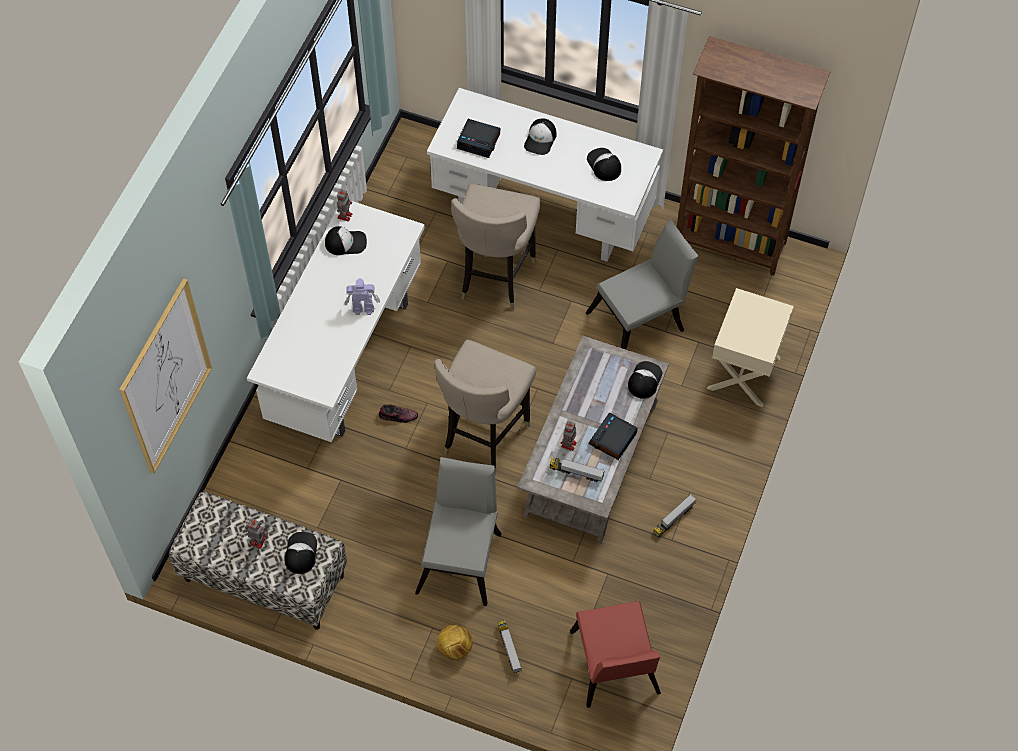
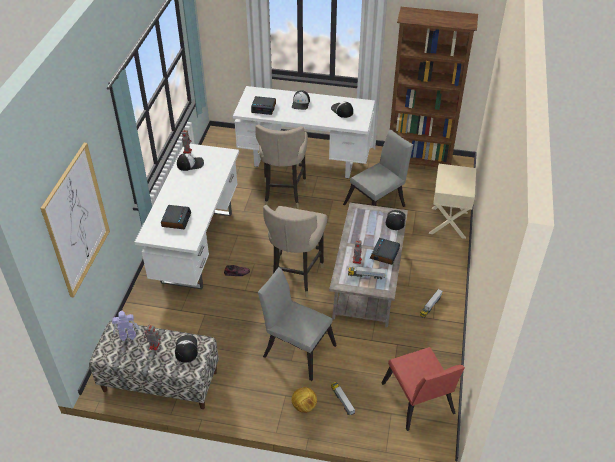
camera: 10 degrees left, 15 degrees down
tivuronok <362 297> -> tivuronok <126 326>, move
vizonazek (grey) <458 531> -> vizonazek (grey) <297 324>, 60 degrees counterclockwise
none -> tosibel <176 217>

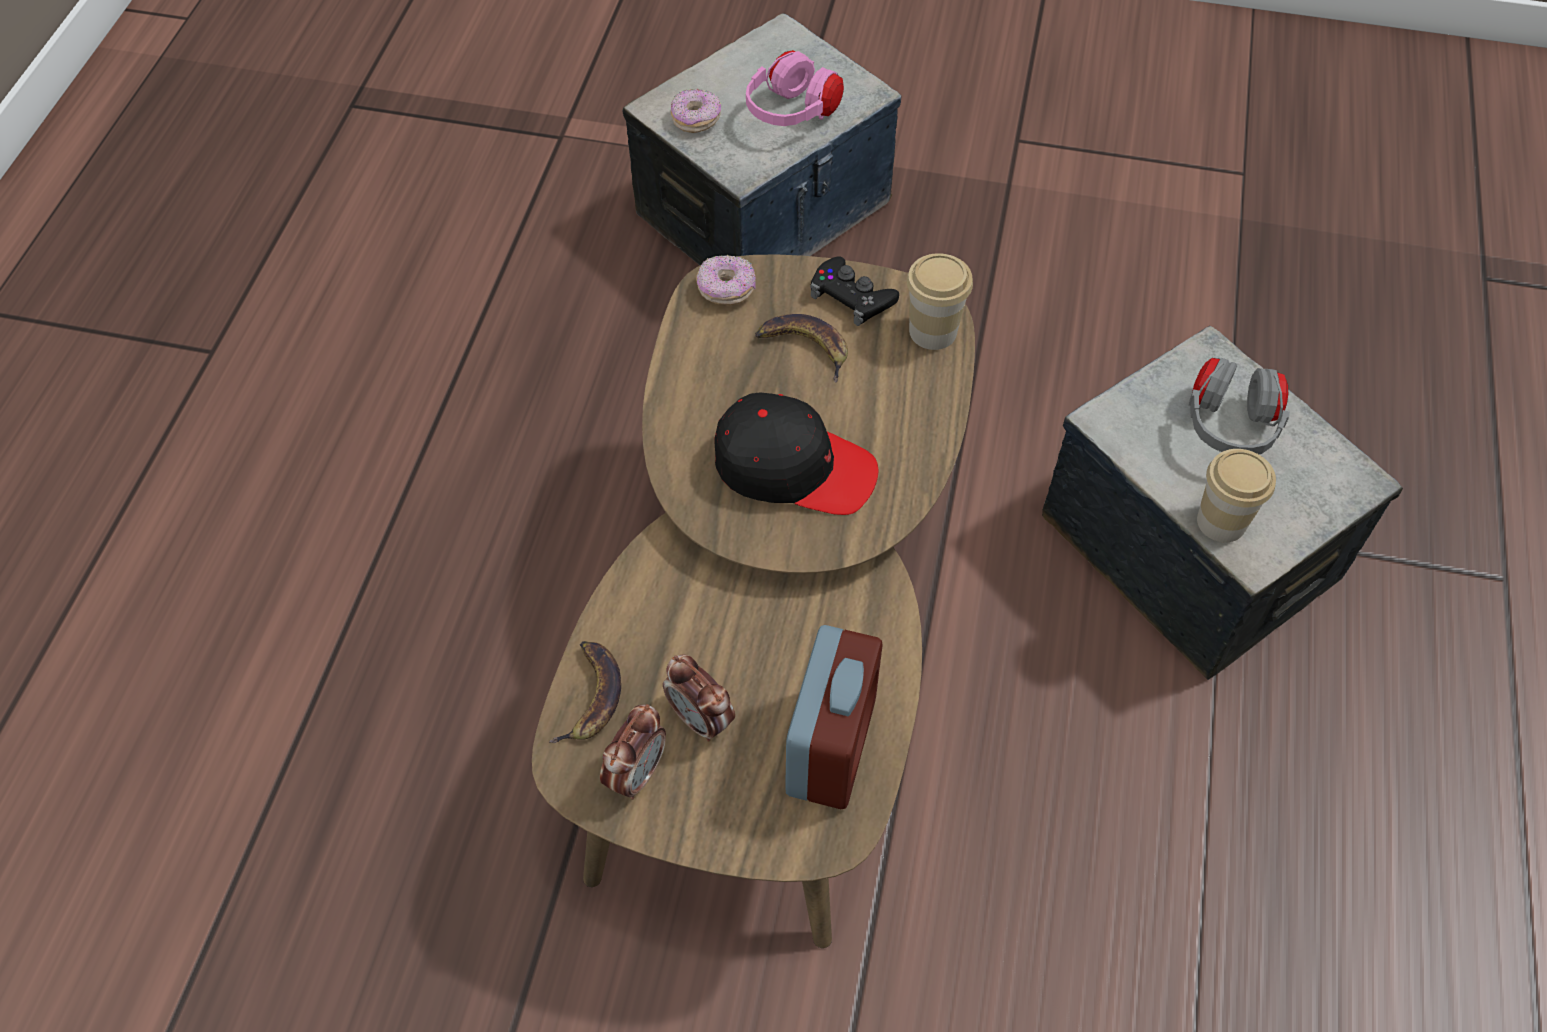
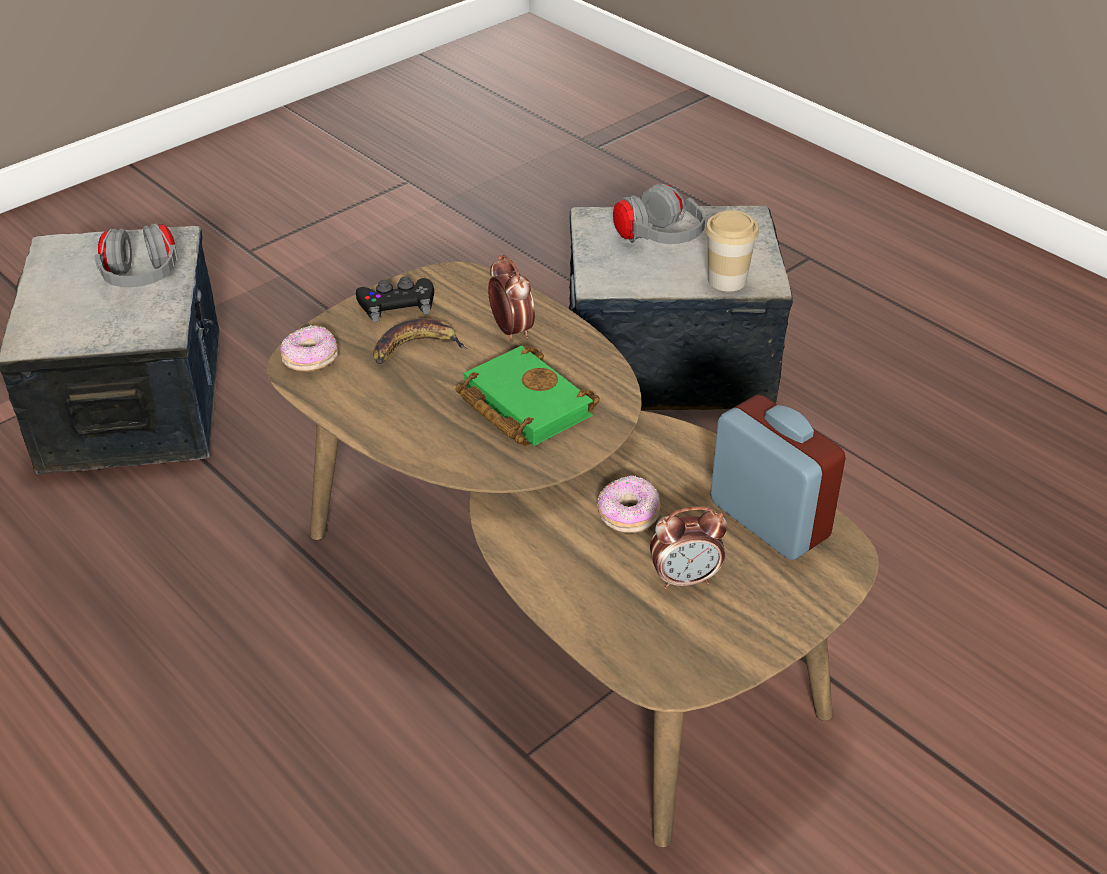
camera: 55 degrees left, 15 degrees down
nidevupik <585 692> -> none
tosibel <633 751> -> tosibel <511 298>, move
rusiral <696 111> -> rusiral <629 504>, move
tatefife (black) <796 454> -> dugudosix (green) <527 396>
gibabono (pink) <795 88> -> gibabono (grey) <136 255>
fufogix <940 301> -> none

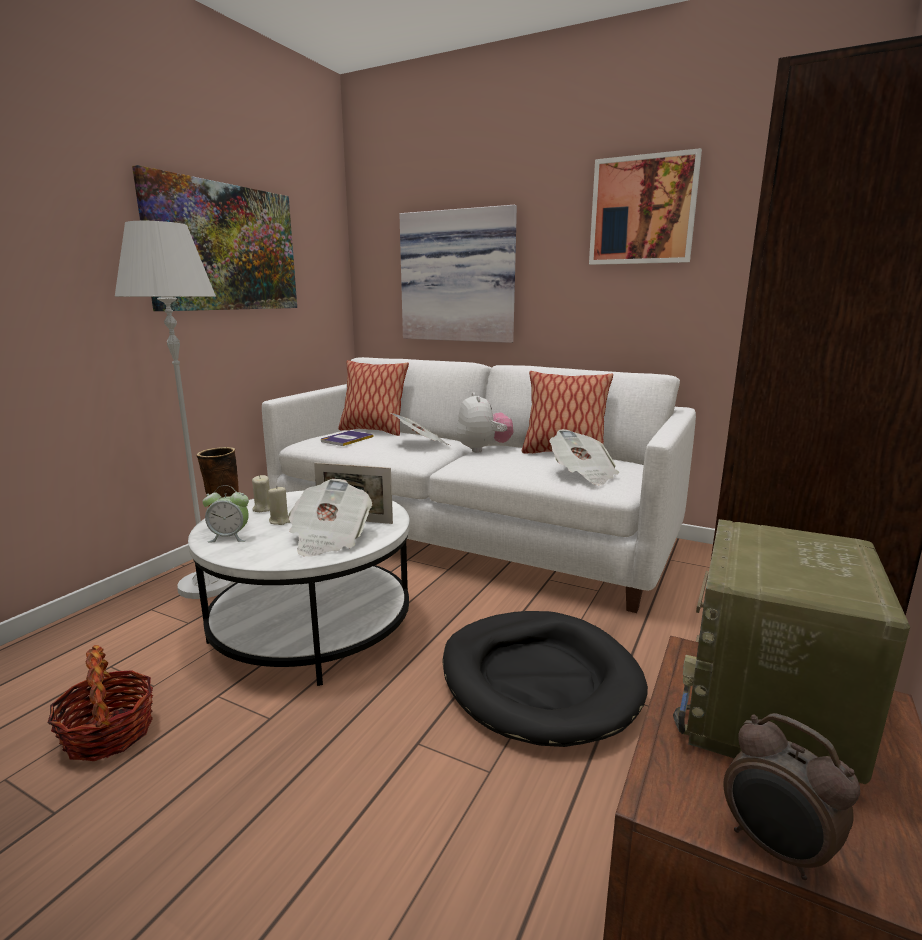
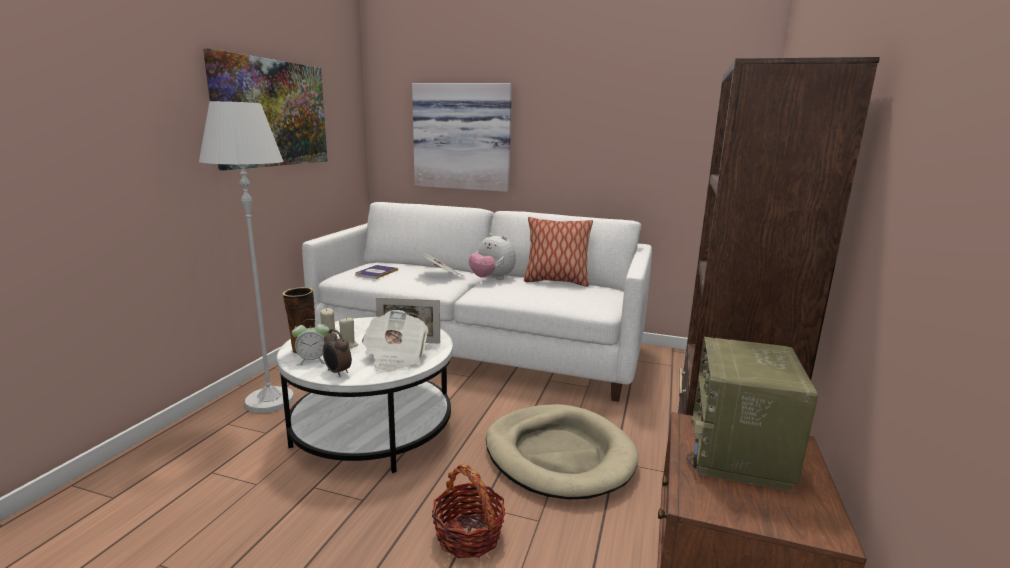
camera: 10 degrees left, 0 degrees up
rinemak <100 703> -> rinemak <469 511>, move
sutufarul <373 398> -> none
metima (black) <545 679> -> metima (beige) <562 451>
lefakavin <485 422> -> lefakavin <492 256>, 150 degrees clockwise
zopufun <584 457> -> none
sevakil <645 206> -> none
tosibel <792 796> -> tosibel <337 353>, move

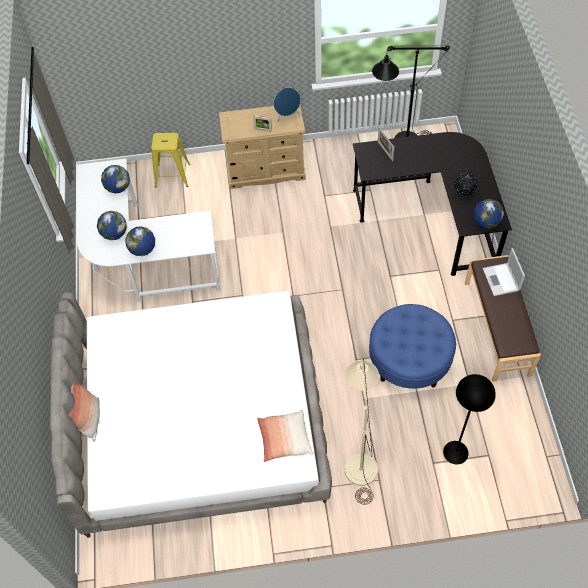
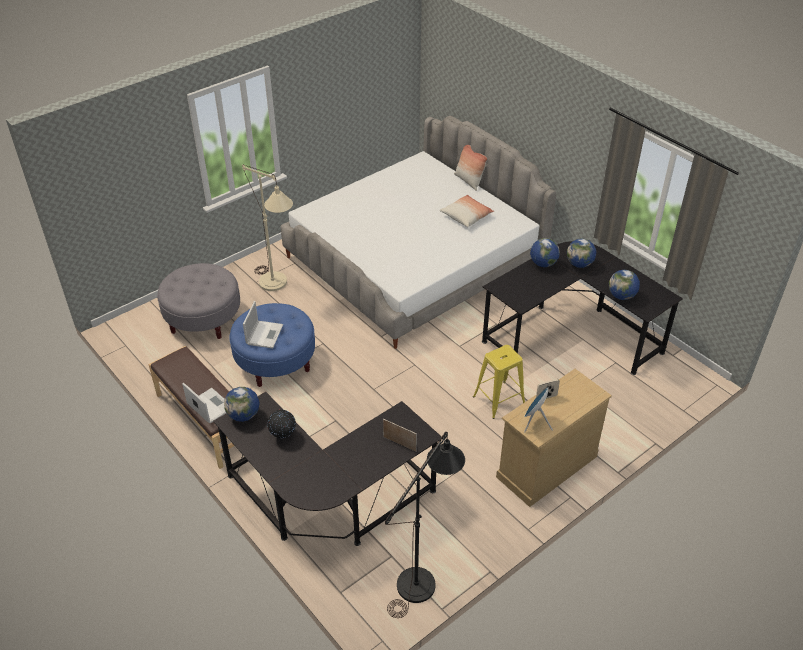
camera: 145 degrees right, 15 degrees down
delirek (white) <149 230> -> delirek (black) <582 308>
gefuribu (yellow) <170 160> -> gefuribu (yellow) <499 382>, move
sutufarul <285 436> -> sutufarul <467 211>, move
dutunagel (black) <469 419> -> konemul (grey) <198 301>
none -> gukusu <263 324>

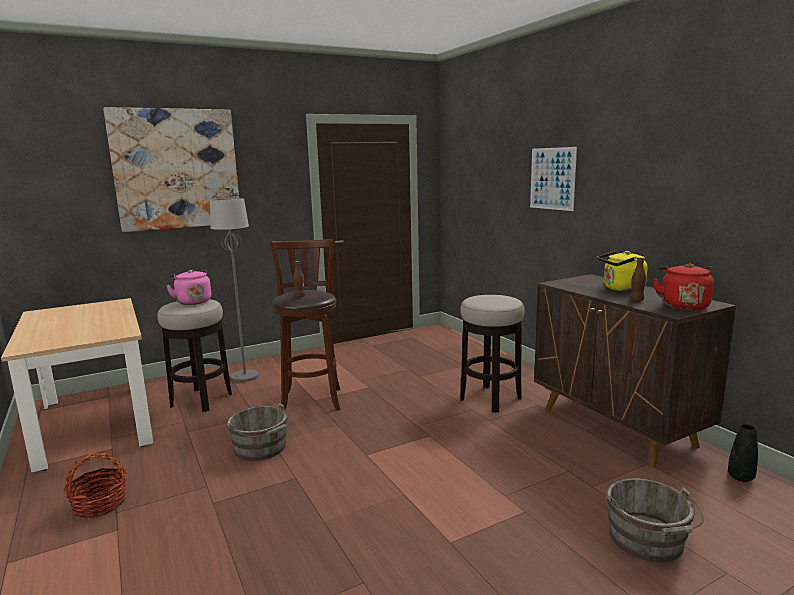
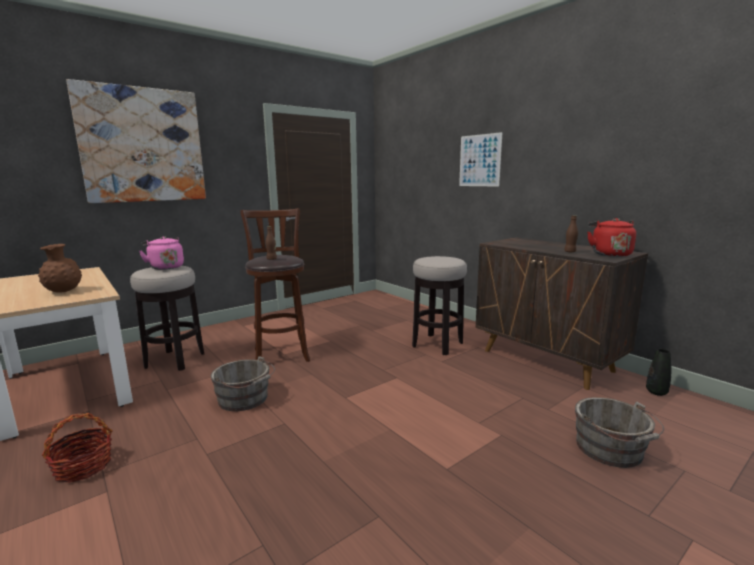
camera: 10 degrees left, 0 degrees up
dutunagel (grey) <234 290> -> none
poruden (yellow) <622 271> -> none
none -> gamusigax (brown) <60 268>

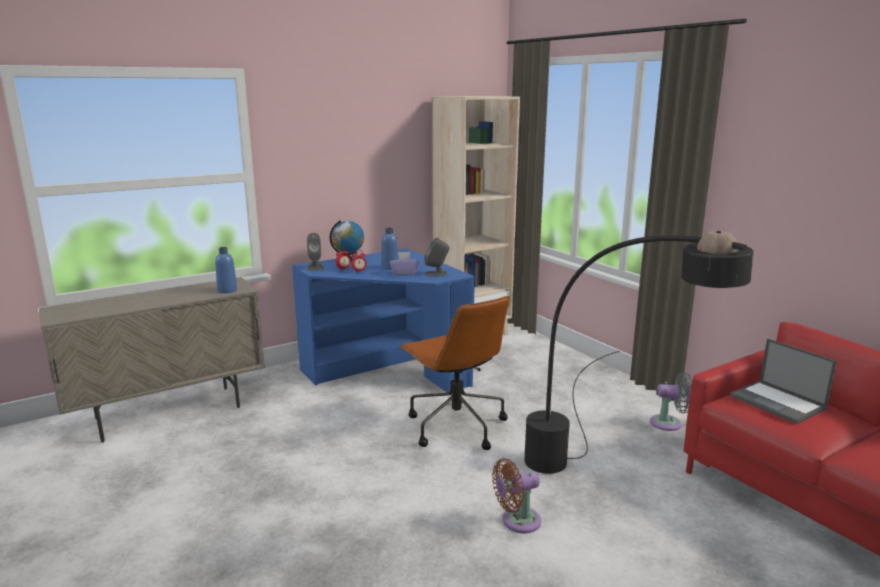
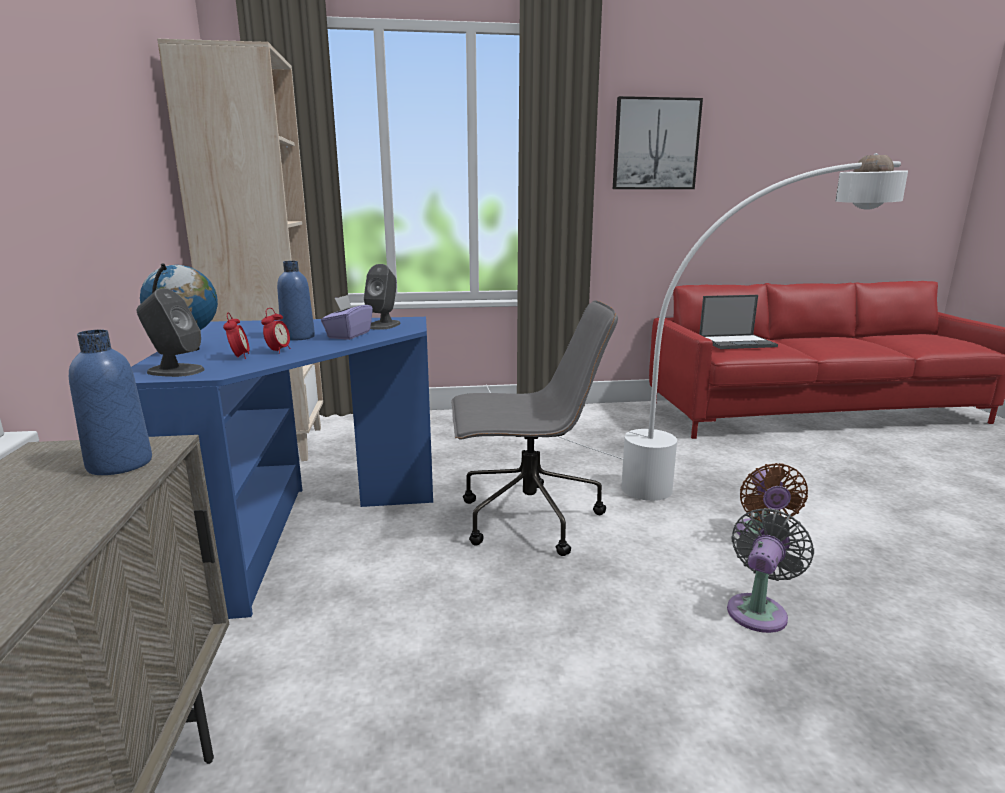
camera: 65 degrees left, 0 degrees up
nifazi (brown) <454 373> -> nifazi (grey) <534 428>
dutunagel (black) <639 352> -> dutunagel (white) <697 327>
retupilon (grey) <671 401> -> retupilon (grey) <770 570>, move
none -> sevakil <658 142>

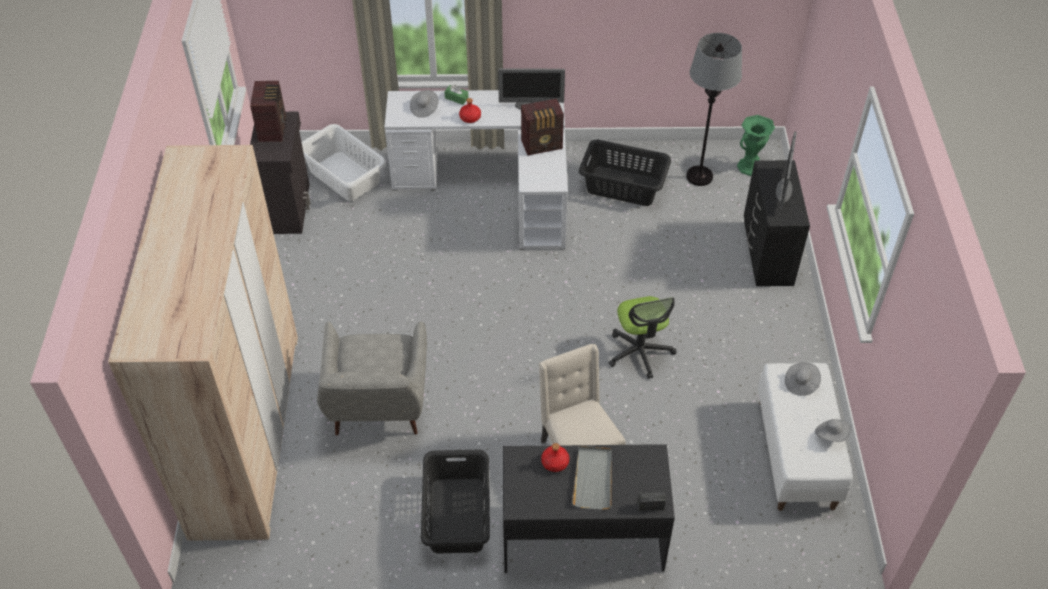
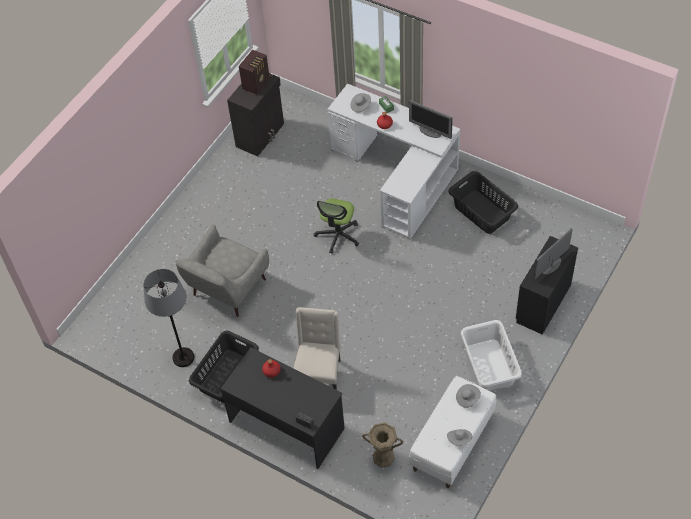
camera: 35 degrees right, 5 degrees up
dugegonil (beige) <203 343> -> none
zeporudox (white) <344 162> -> zeporudox (white) <491 355>, move
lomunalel <542 127> -> none
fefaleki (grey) <592 478> -> none
nifazi <642 337> -> nifazi <336 226>, move
dutunagel (grey) <714 109> -> dutunagel (grey) <168 318>, move
gamusigax (green) <756 145> -> none
none -> gamusigax (brown) <382 445>

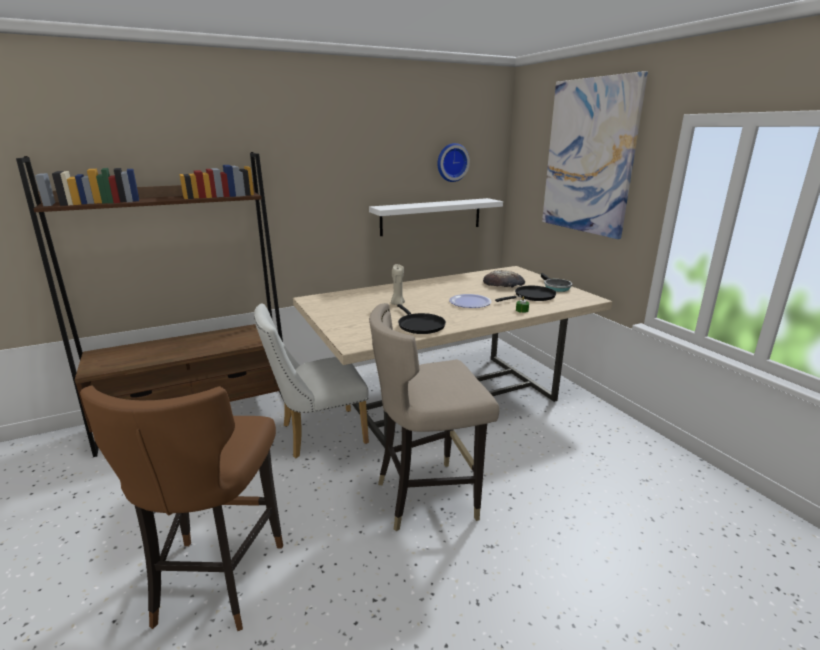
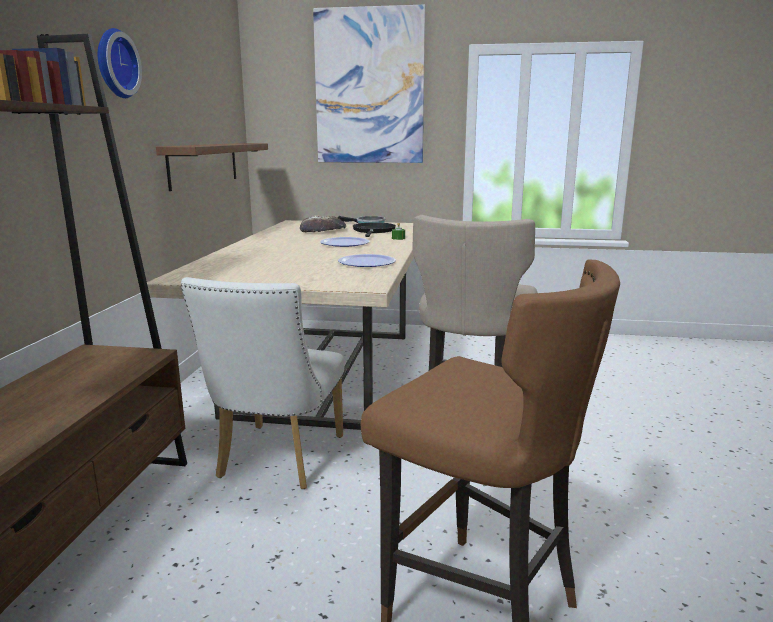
camera: 55 degrees left, 5 degrees down
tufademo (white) <436 217> -> tufademo (brown) <212 167>
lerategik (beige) <398 284> -> none
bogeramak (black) <421 319> -> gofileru <367 260>
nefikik <453 162> -> nefikik <120 63>, move

